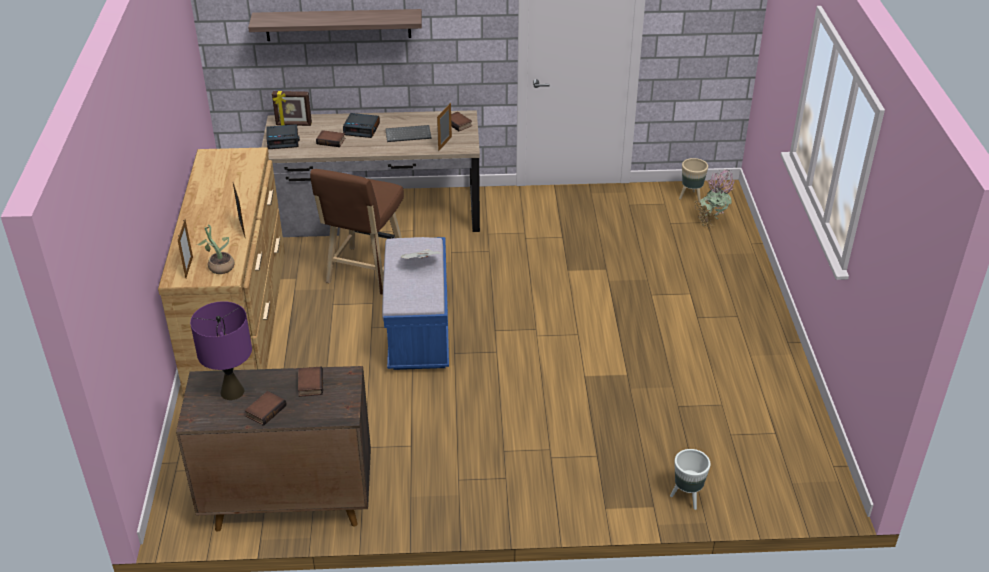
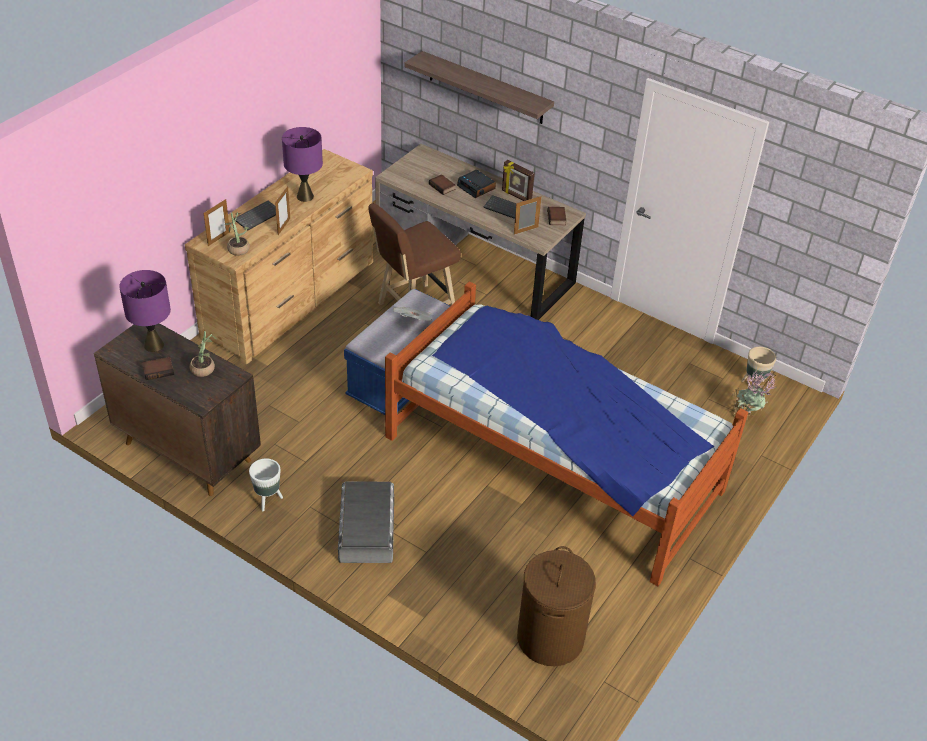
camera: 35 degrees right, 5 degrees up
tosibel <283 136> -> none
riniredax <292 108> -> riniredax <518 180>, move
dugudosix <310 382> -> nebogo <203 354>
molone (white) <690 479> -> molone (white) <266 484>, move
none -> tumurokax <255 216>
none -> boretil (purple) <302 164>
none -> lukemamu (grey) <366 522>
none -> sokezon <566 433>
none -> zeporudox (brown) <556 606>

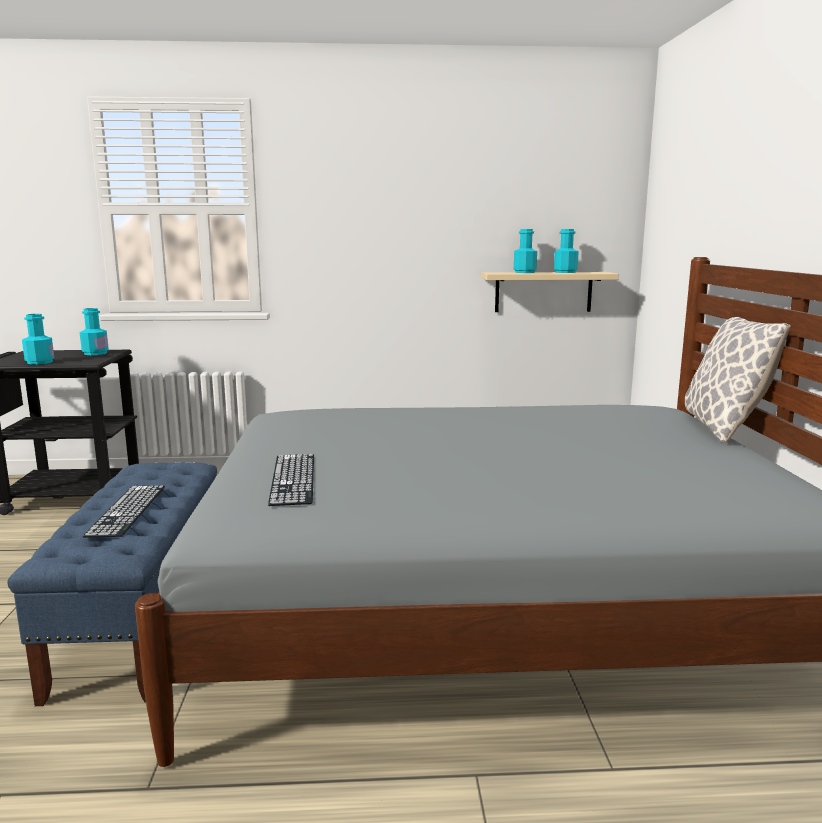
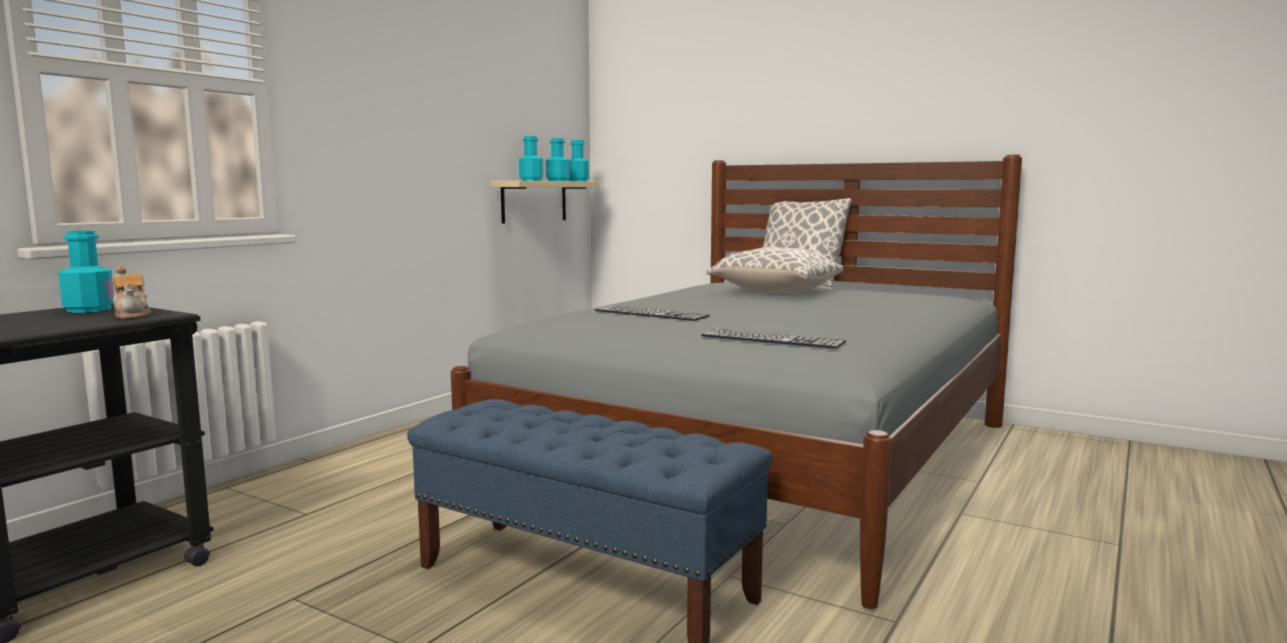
camera: 55 degrees left, 5 degrees down
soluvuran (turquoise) <38 339> -> soluvuran (turquoise) <579 160>, move
tumurokax <124 511> -> tumurokax <652 313>, move
none -> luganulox <132 292>
none -> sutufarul <774 270>

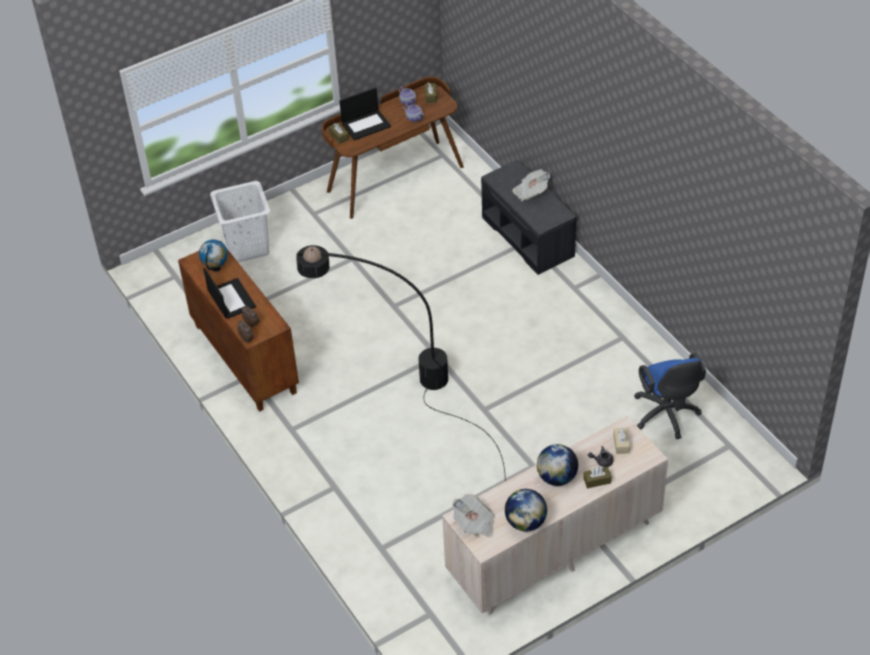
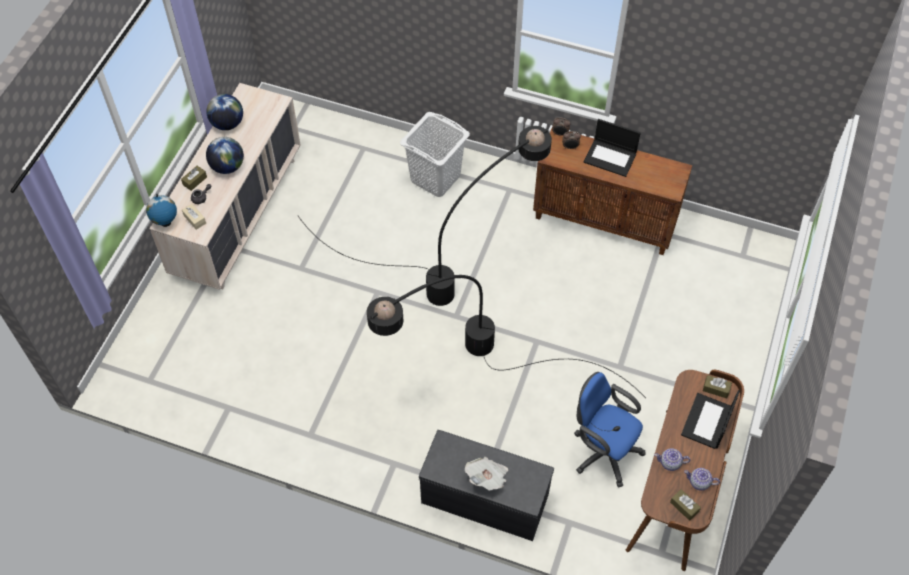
camera: 140 degrees right, 10 degrees up
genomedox <213 256> -> genomedox <161 210>, move
zeporudox (white) <240 222> -> zeporudox (white) <435 154>, move
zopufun <474 515> -> none
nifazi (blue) <670 396> -> nifazi (blue) <610 429>, move
none -> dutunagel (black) <506 336>

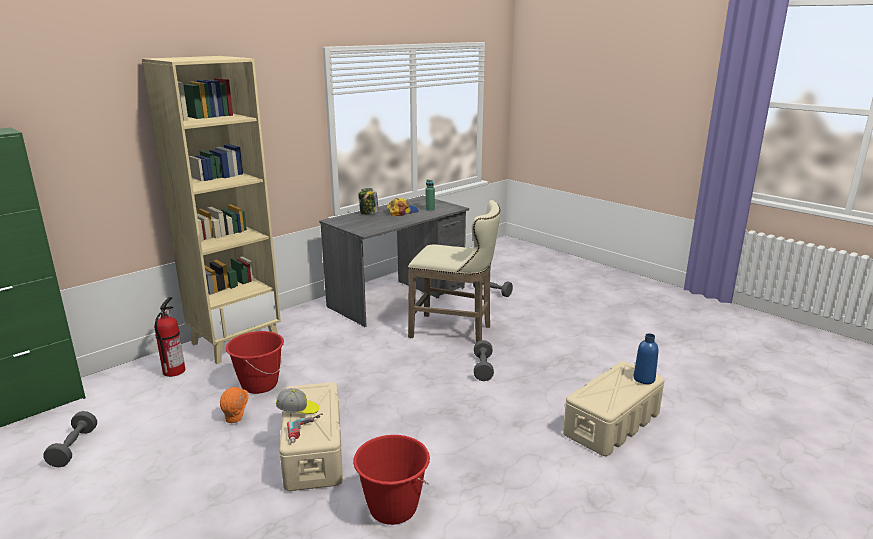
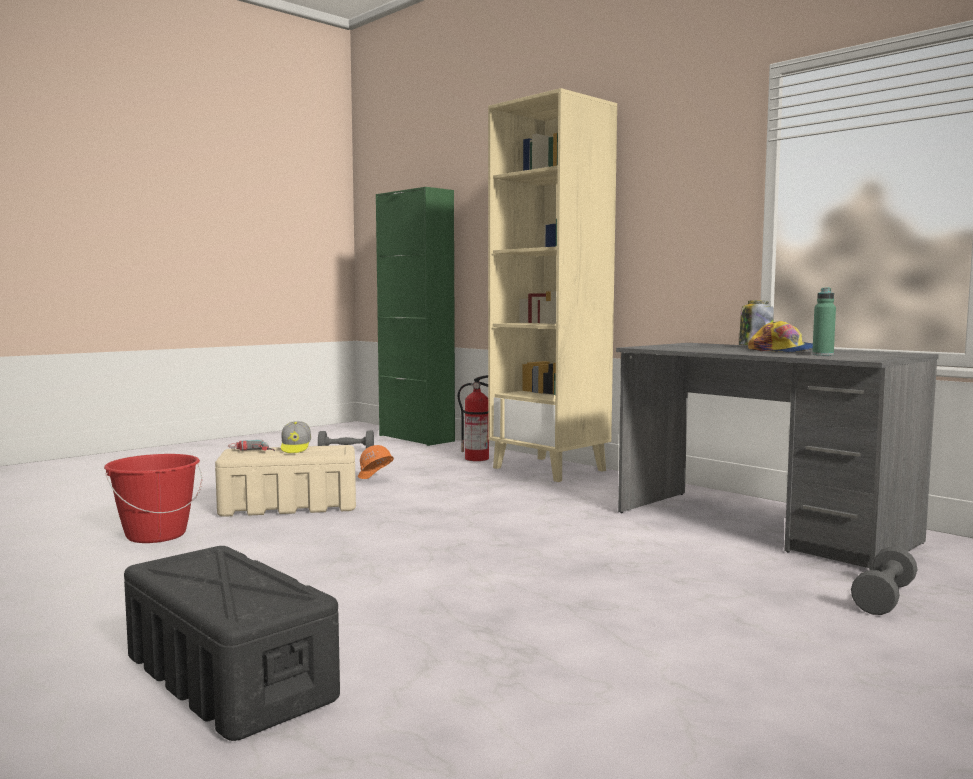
camera: 90 degrees right, 15 degrees down
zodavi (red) <255 362> -> none
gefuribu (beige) <454 271> -> none
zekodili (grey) <484 360> -> none
lukemamu (beige) <613 408> -> lukemamu (black) <232 643>
soluvuran (blue) <645 358> -> none

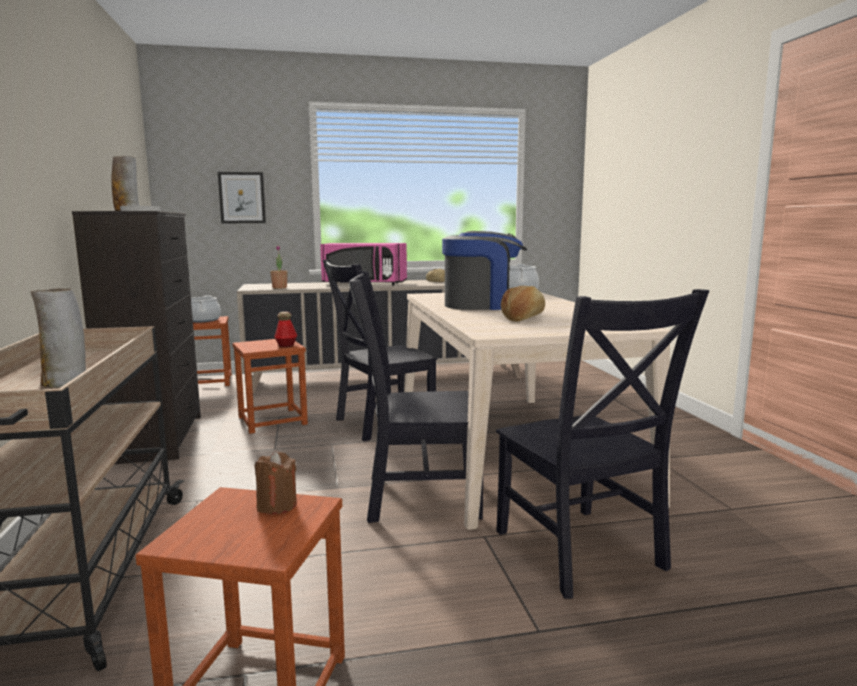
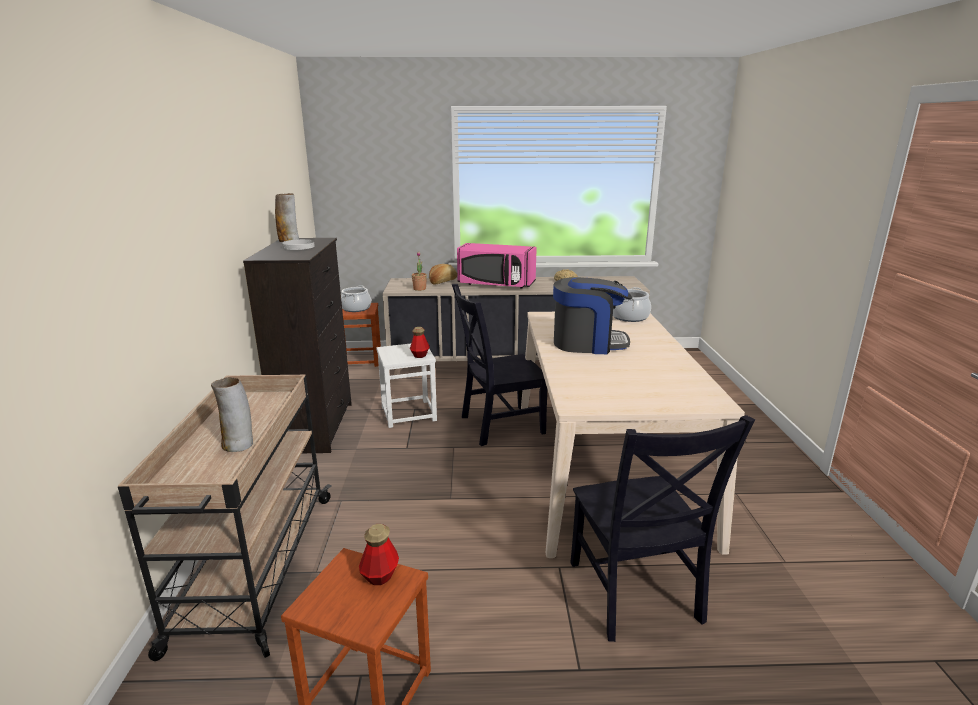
camera: 10 degrees right, 10 degrees up
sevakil <242 197> -> none
gefuribu (brown) <270 386> -> gefuribu (white) <406 386>
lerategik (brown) <275 482> -> soluvuran <379 554>
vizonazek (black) <416 397> -> none
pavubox <523 304> -> pavubox <443 274>, move

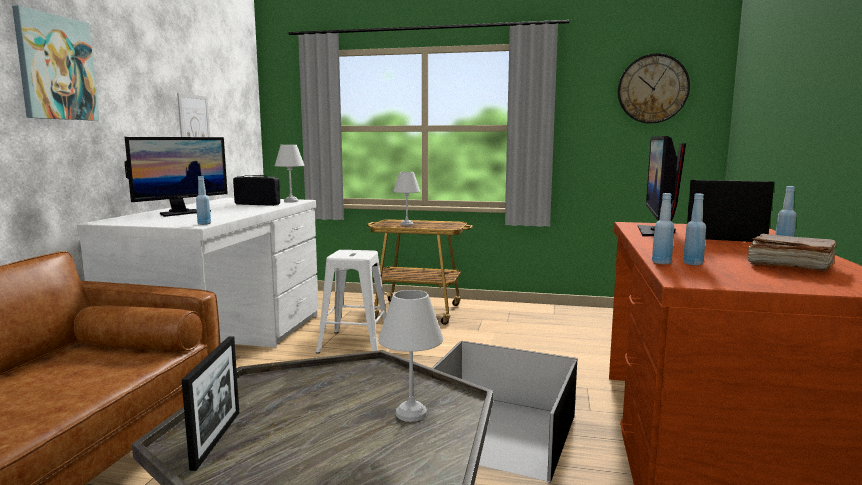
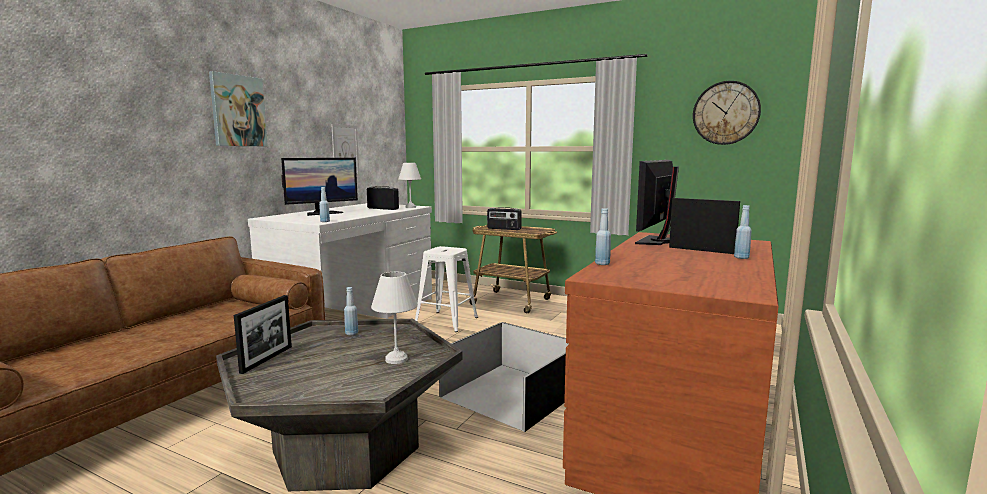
camera: 15 degrees right, 0 degrees up
boretil (white) <406 199> -> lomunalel <504 218>
soluvuran (blue) <694 229> -> soluvuran (blue) <351 311>, move
dugudosix (brown) <792 252> -> none

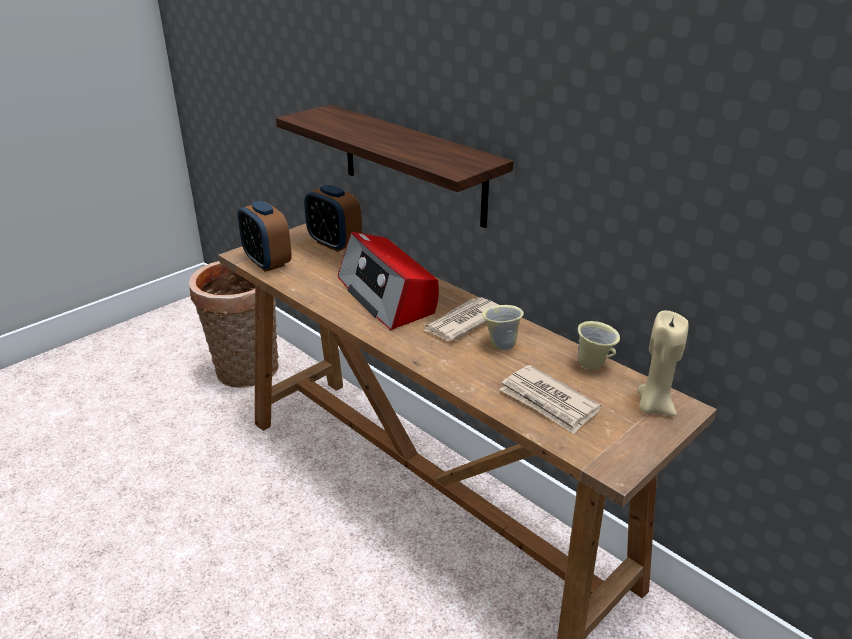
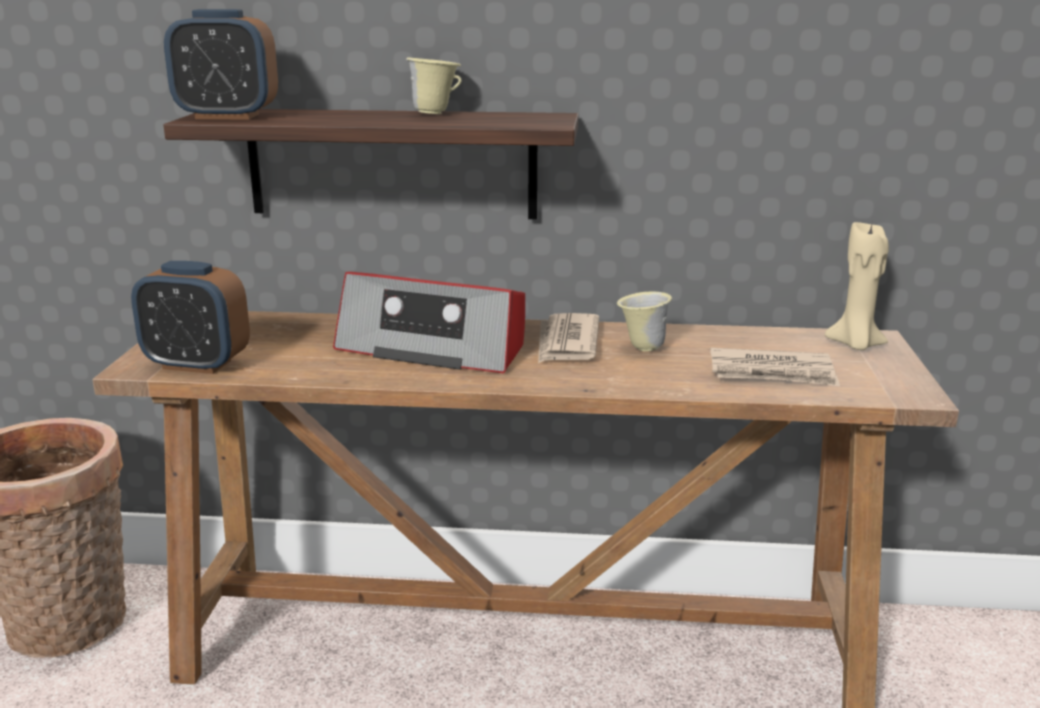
camera: 40 degrees left, 10 degrees down
tosibel <333 218> -> tosibel <221 64>, move
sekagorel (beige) <599 345> -> sekagorel (beige) <434 85>, move

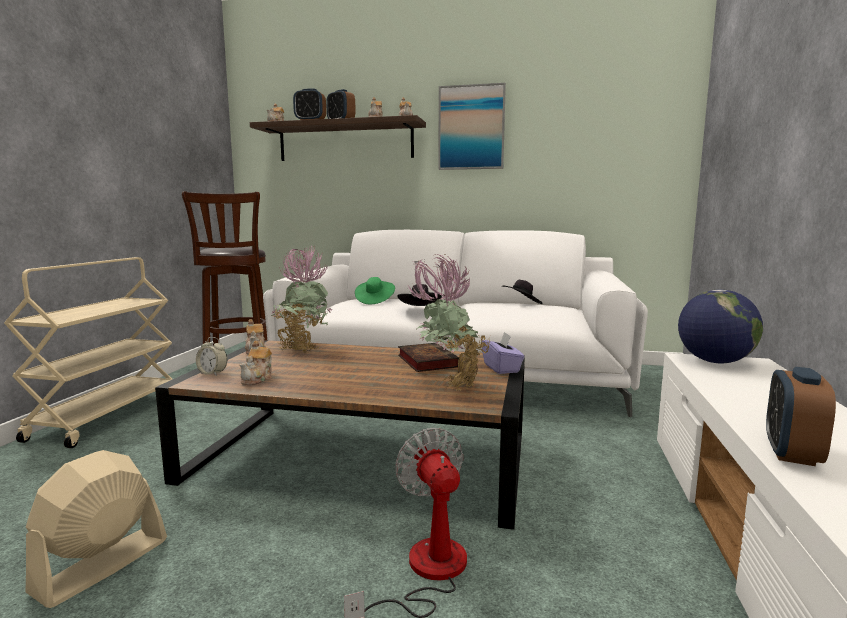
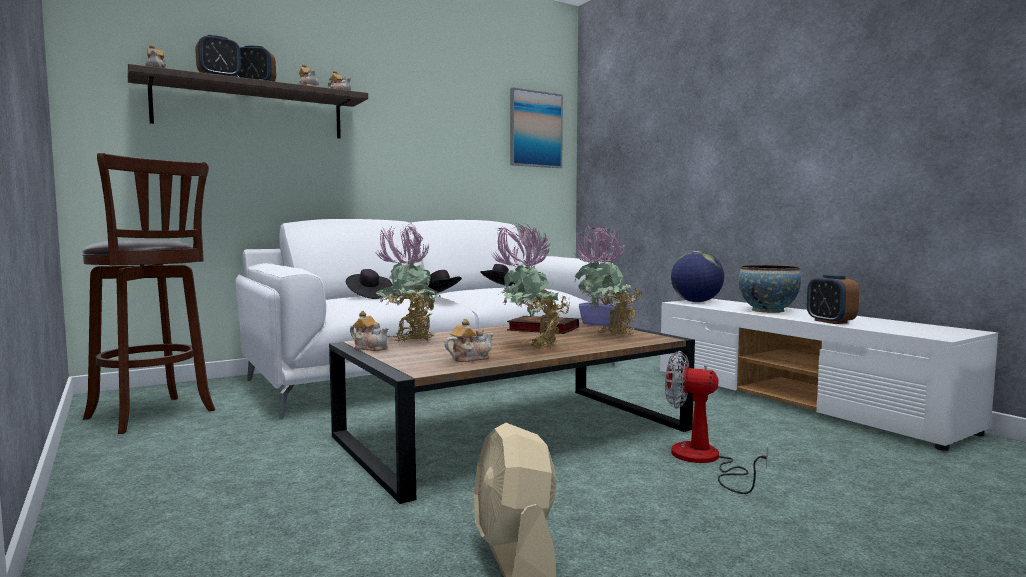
camera: 45 degrees left, 5 degrees down
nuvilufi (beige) <88 352> -> none
tosibel <211 356> -> none
luganulox <255 363> -> luganulox <469 340>, 90 degrees counterclockwise
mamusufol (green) <375 290> -> mamusufol (black) <369 284>
sevakil <472 126> -> sevakil <536 127>, move
none -> nebogo <530 286>
none -> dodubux <769 289>

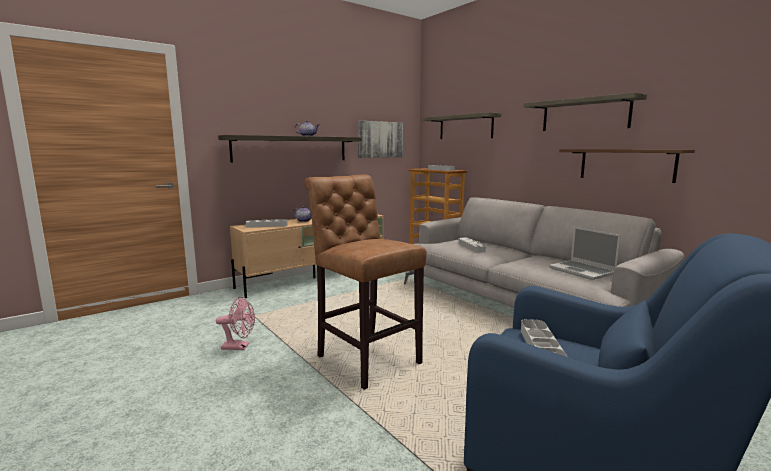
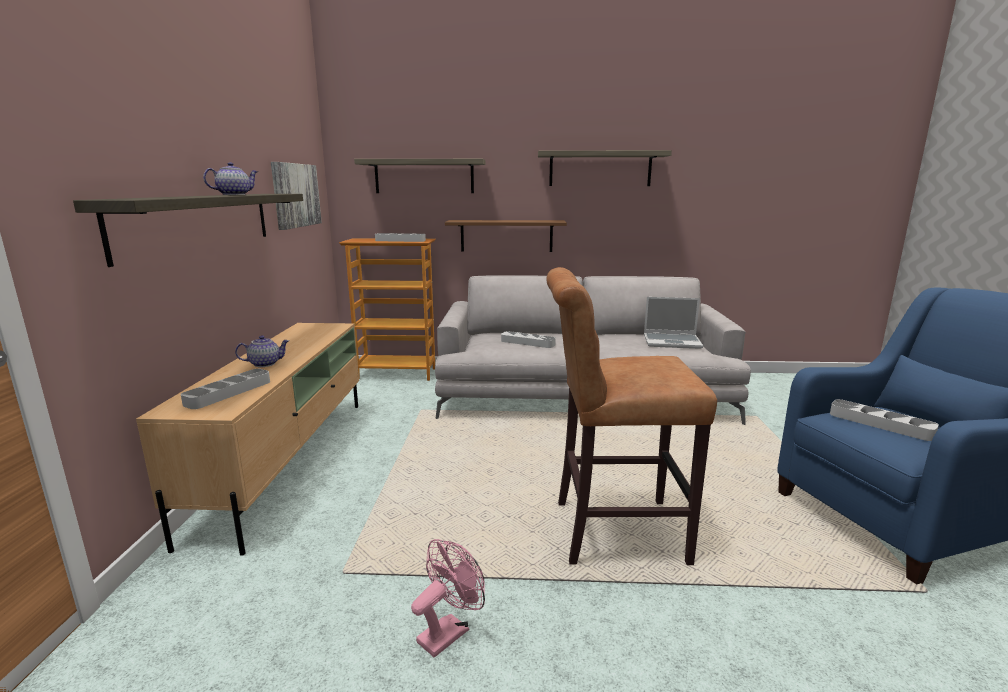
camera: 50 degrees left, 5 degrees up
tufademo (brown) <627 166> -> tufademo (brown) <506 236>, move

